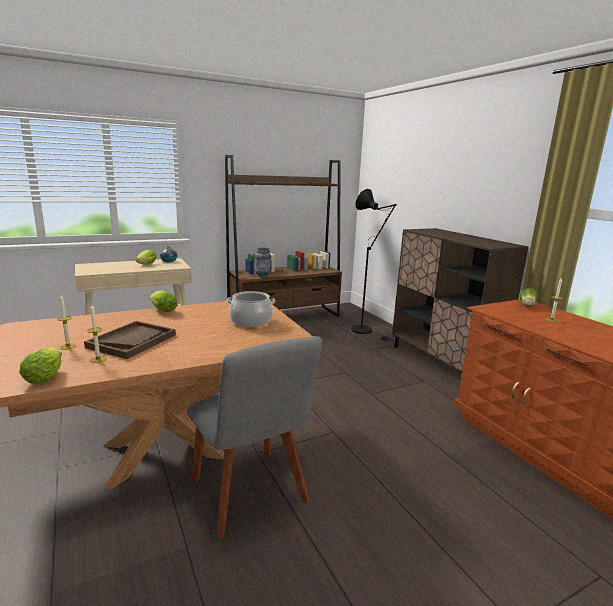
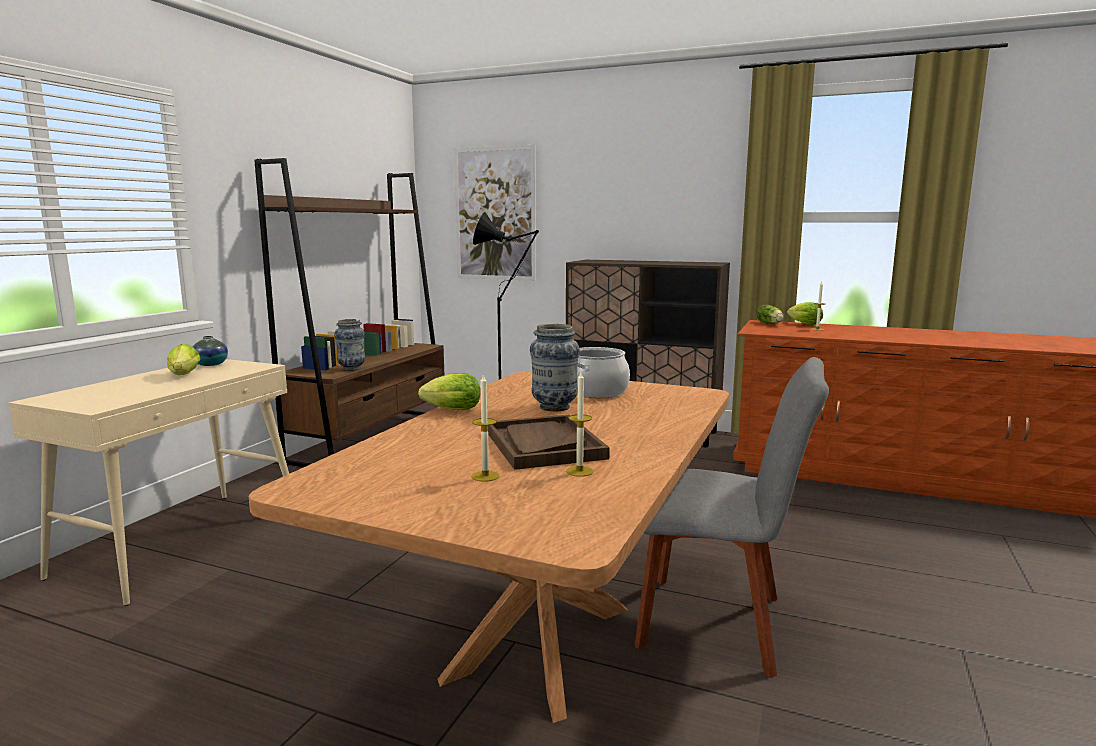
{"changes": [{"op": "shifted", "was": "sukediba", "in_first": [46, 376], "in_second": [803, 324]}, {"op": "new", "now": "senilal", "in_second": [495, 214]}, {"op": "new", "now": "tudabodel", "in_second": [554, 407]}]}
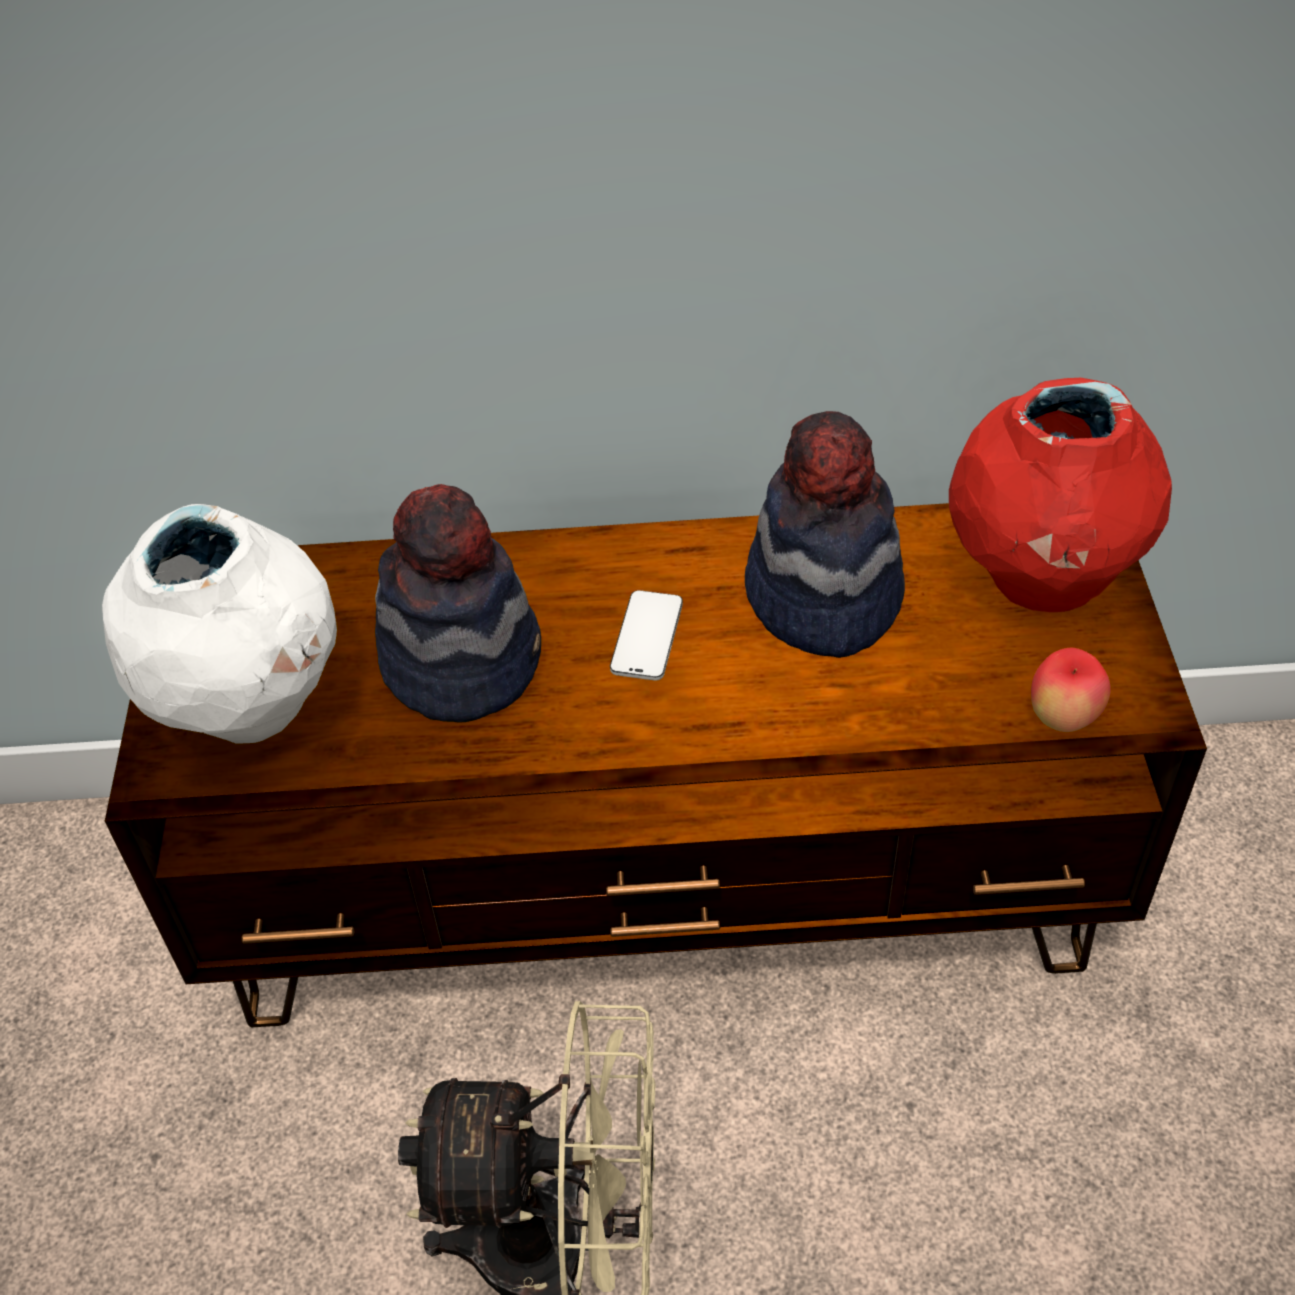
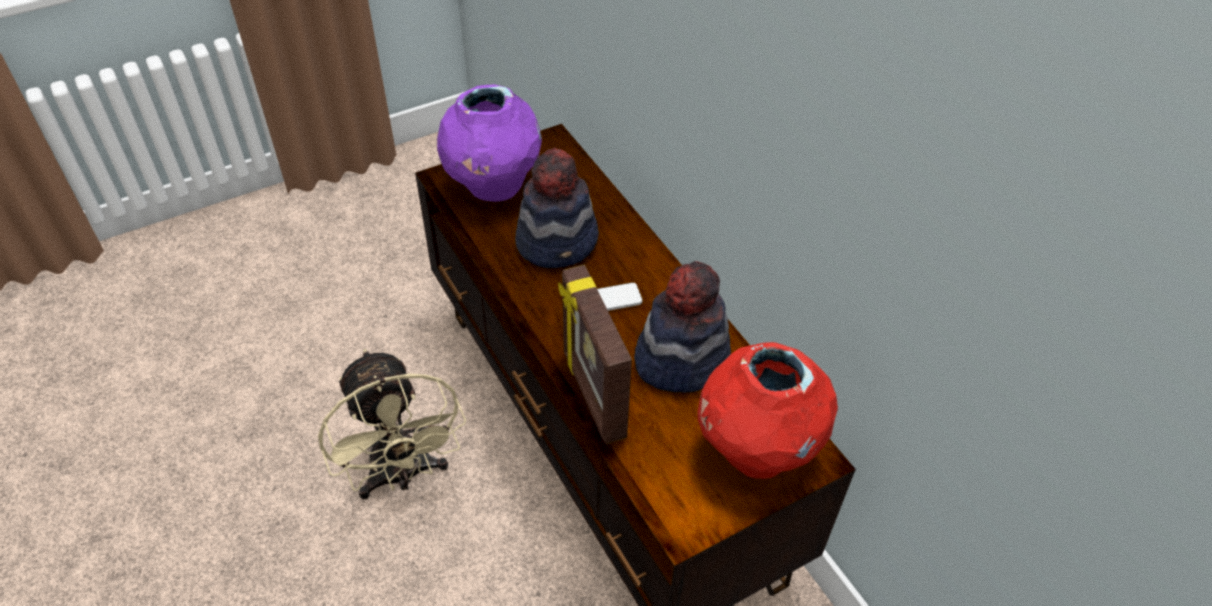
{"changes": [{"op": "repainted", "was": "white_tudabodel", "now": "purple_tudabodel", "in_first": [252, 708], "in_second": [493, 187]}, {"op": "gone", "was": "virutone", "in_first": [1062, 718]}, {"op": "new", "now": "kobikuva", "in_second": [592, 395]}]}
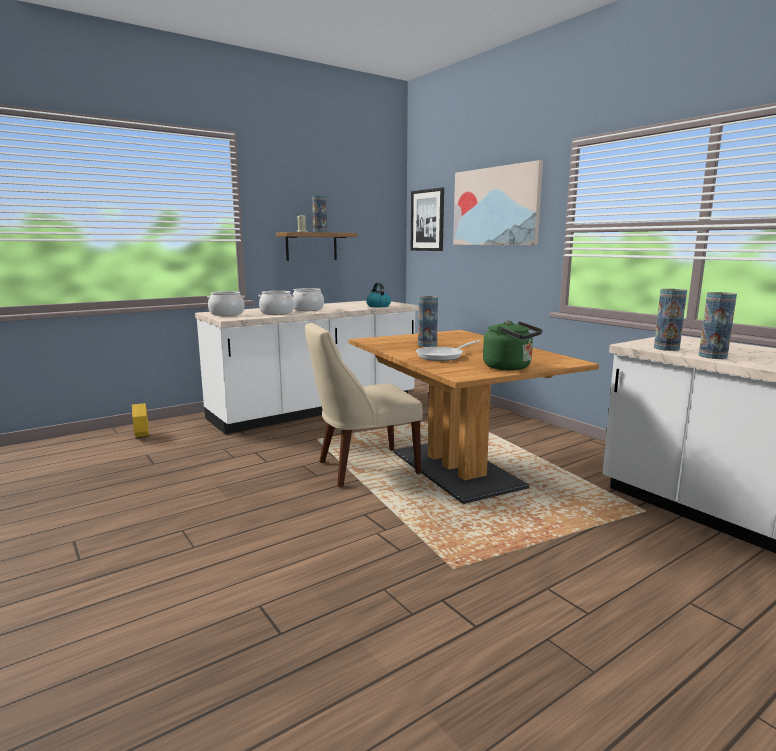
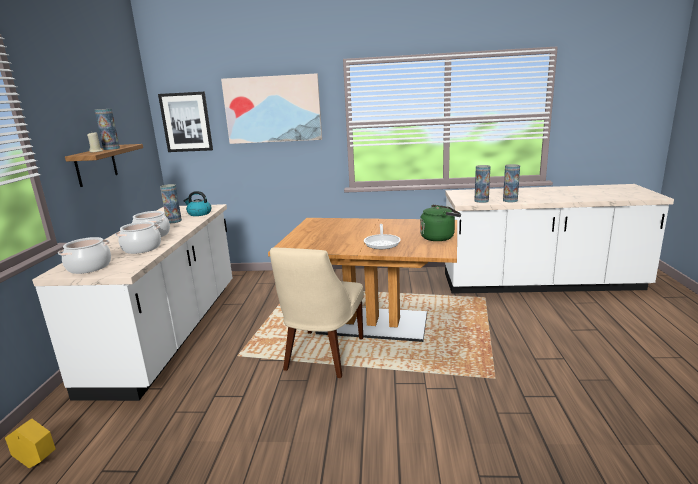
{"changes": [{"op": "shifted", "was": "tudabodel", "in_first": [427, 345], "in_second": [174, 221]}]}
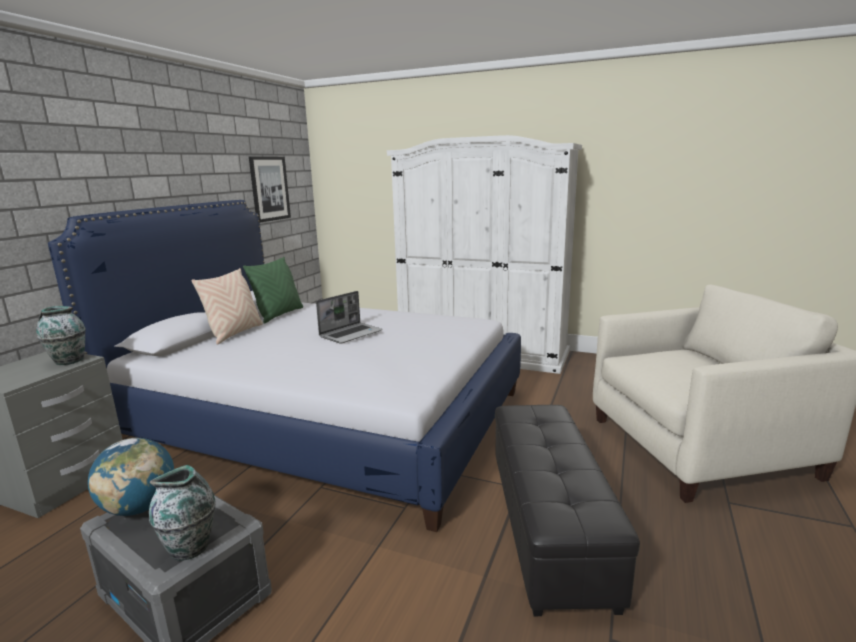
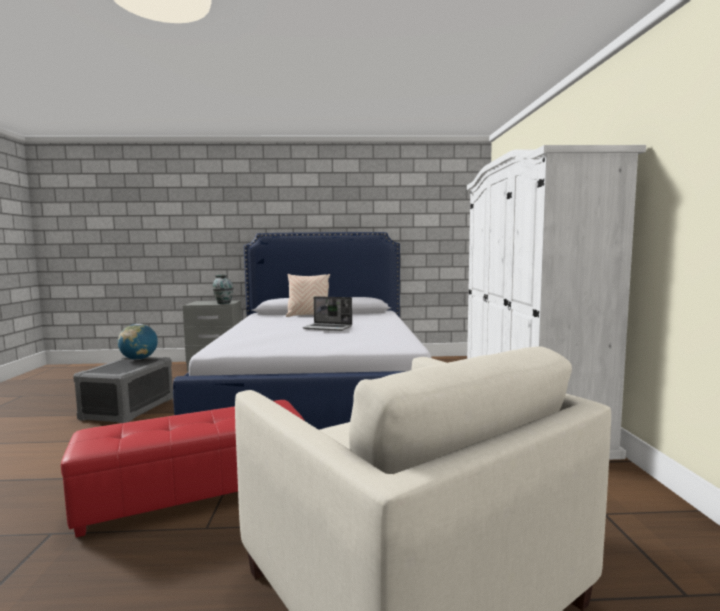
{"changes": [{"op": "gone", "was": "tudabodel", "in_first": [191, 547]}, {"op": "gone", "was": "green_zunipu", "in_first": [279, 315]}, {"op": "gone", "was": "senilal", "in_first": [269, 188]}, {"op": "repainted", "was": "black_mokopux", "now": "red_mokopux", "in_first": [546, 524], "in_second": [197, 491]}]}
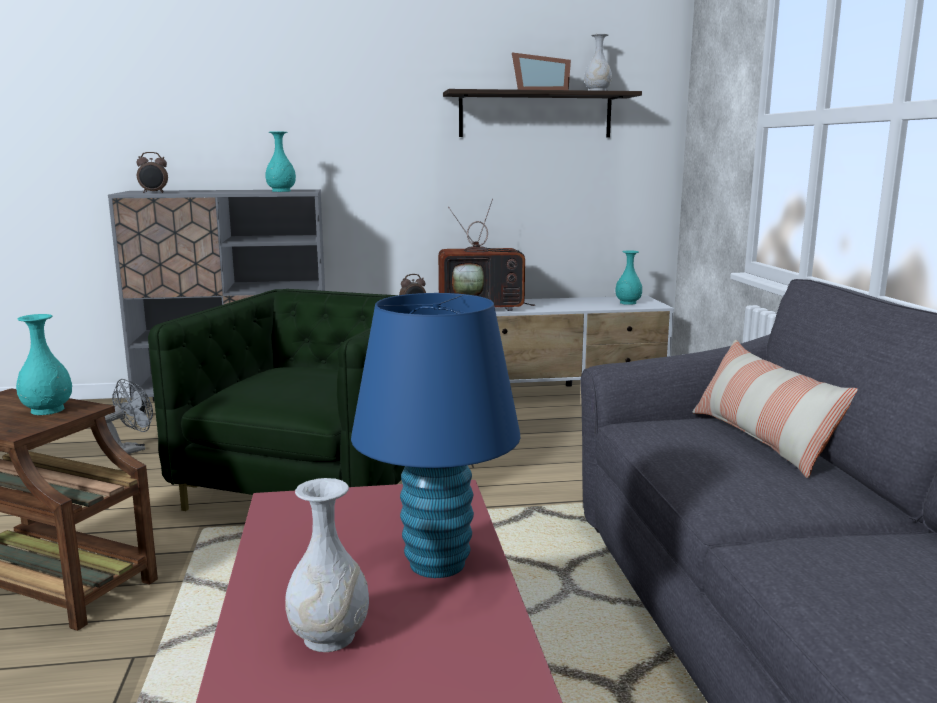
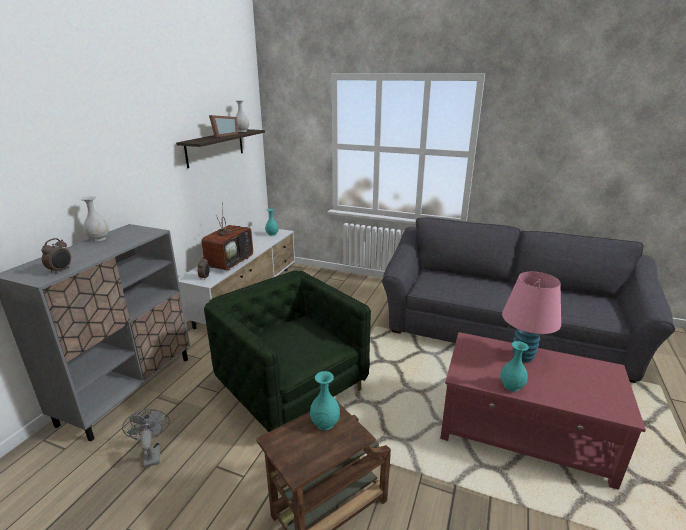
{"changes": [{"op": "shifted", "was": "turquoise_tudabodel", "in_first": [281, 191], "in_second": [511, 386]}, {"op": "shifted", "was": "white_tudabodel", "in_first": [330, 637], "in_second": [99, 239]}, {"op": "repainted", "was": "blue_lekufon", "now": "pink_lekufon", "in_first": [438, 563], "in_second": [522, 356]}, {"op": "gone", "was": "zunipu", "in_first": [761, 440]}]}
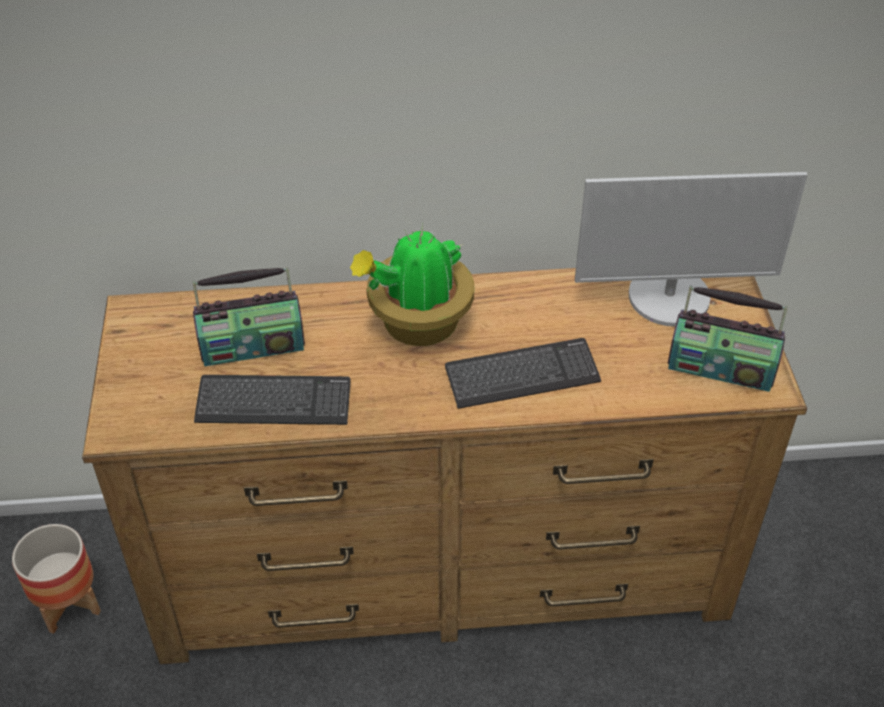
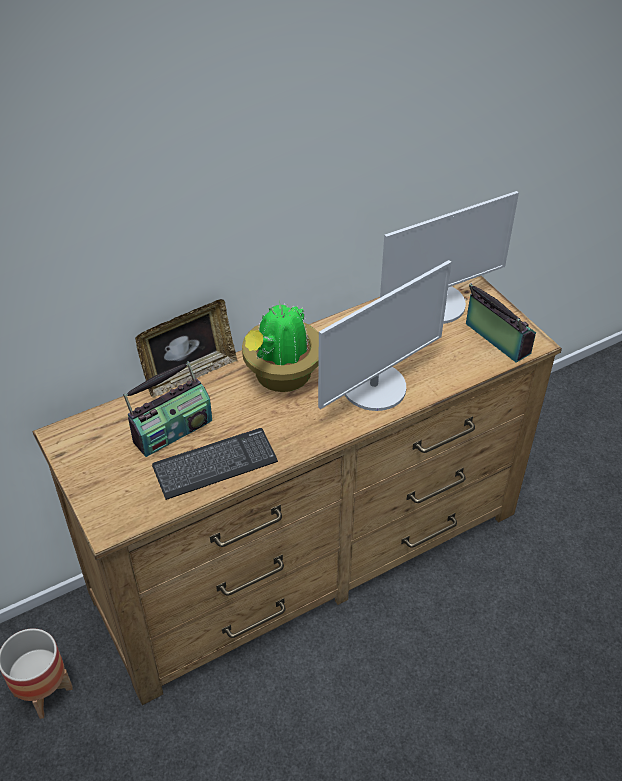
{"changes": [{"op": "swapped", "was": "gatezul", "now": "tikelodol", "in_first": [522, 376], "in_second": [375, 387]}, {"op": "rotated", "was": "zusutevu", "in_first": [721, 367], "in_second": [496, 339], "clockwise": -120}, {"op": "new", "now": "kobikuva", "in_second": [189, 374]}]}
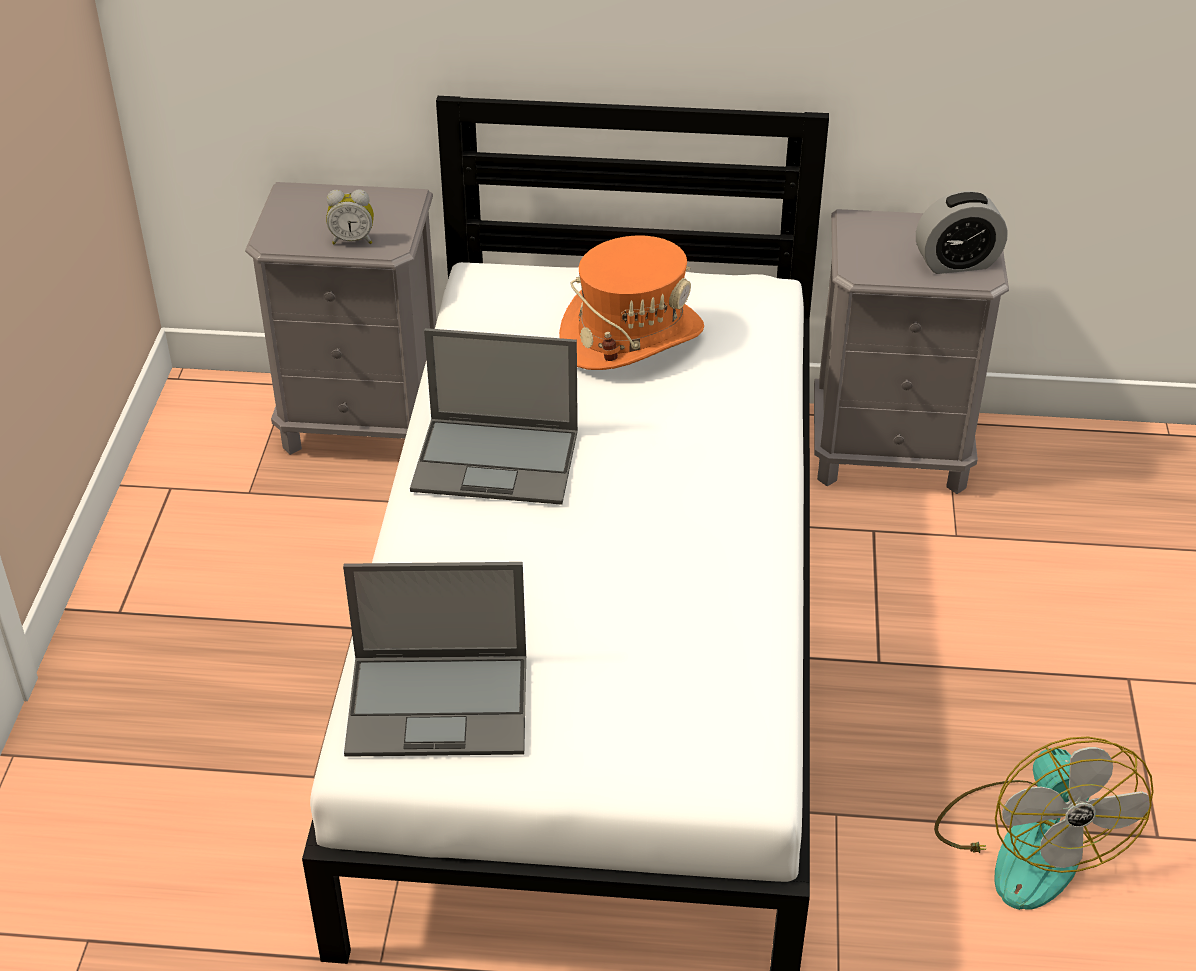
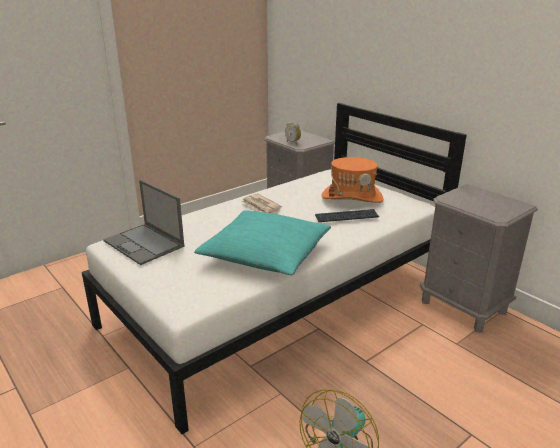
{"changes": [{"op": "swapped", "was": "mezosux", "now": "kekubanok", "in_first": [498, 460], "in_second": [261, 206]}, {"op": "gone", "was": "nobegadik", "in_first": [956, 263]}, {"op": "new", "now": "turquoise_zunipu", "in_second": [265, 254]}, {"op": "new", "now": "gatezul", "in_second": [347, 217]}]}
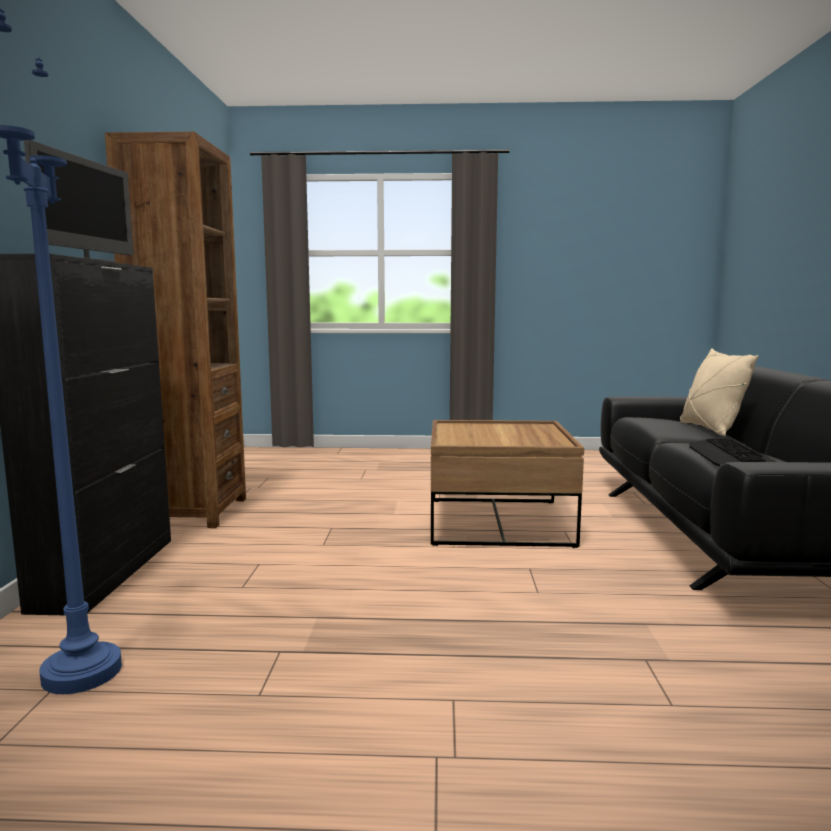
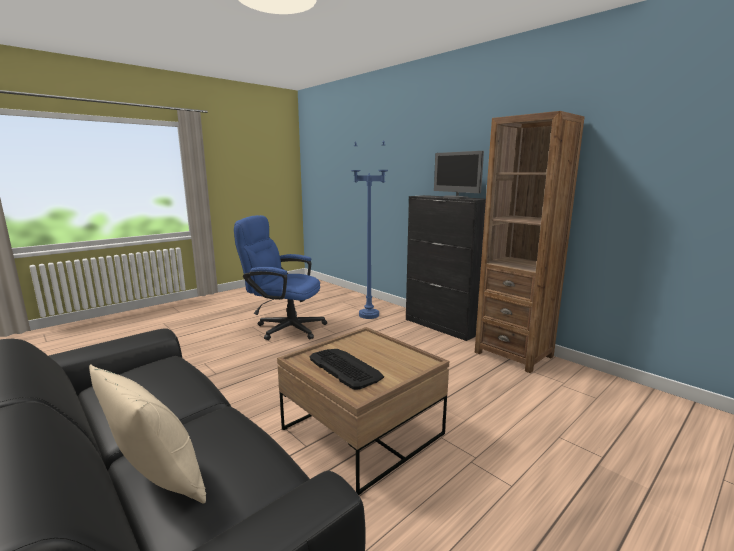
{"changes": [{"op": "shifted", "was": "gatezul", "in_first": [729, 456], "in_second": [345, 368]}, {"op": "new", "now": "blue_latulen", "in_second": [284, 327]}]}
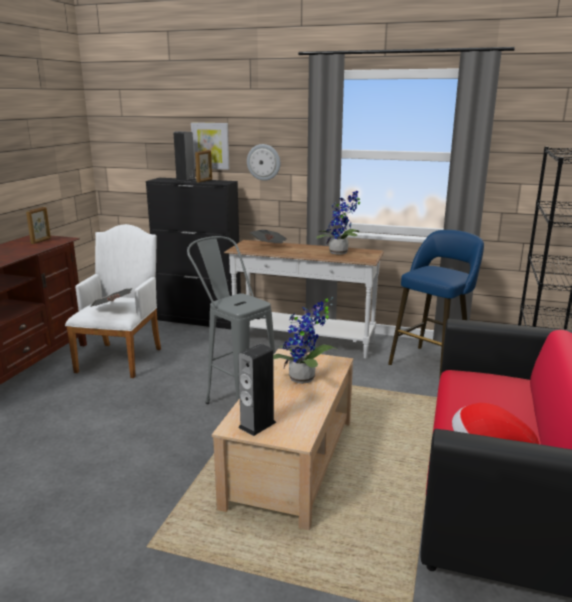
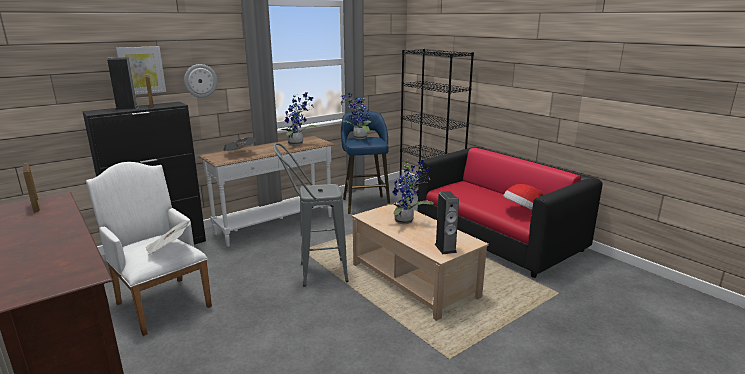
{"changes": [{"op": "new", "now": "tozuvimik", "in_second": [358, 138]}]}
